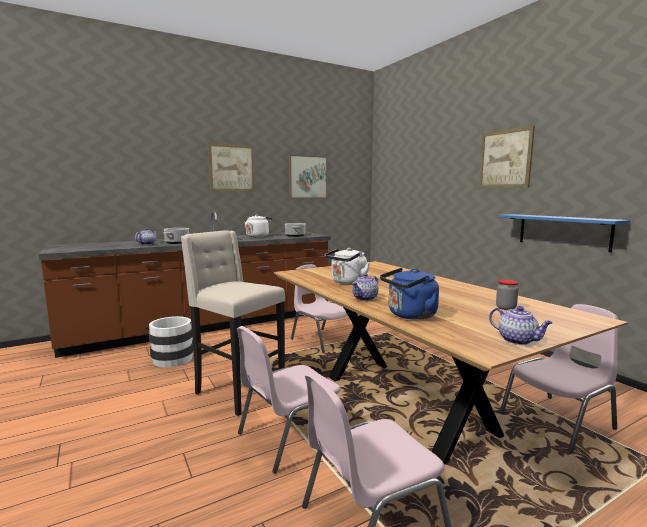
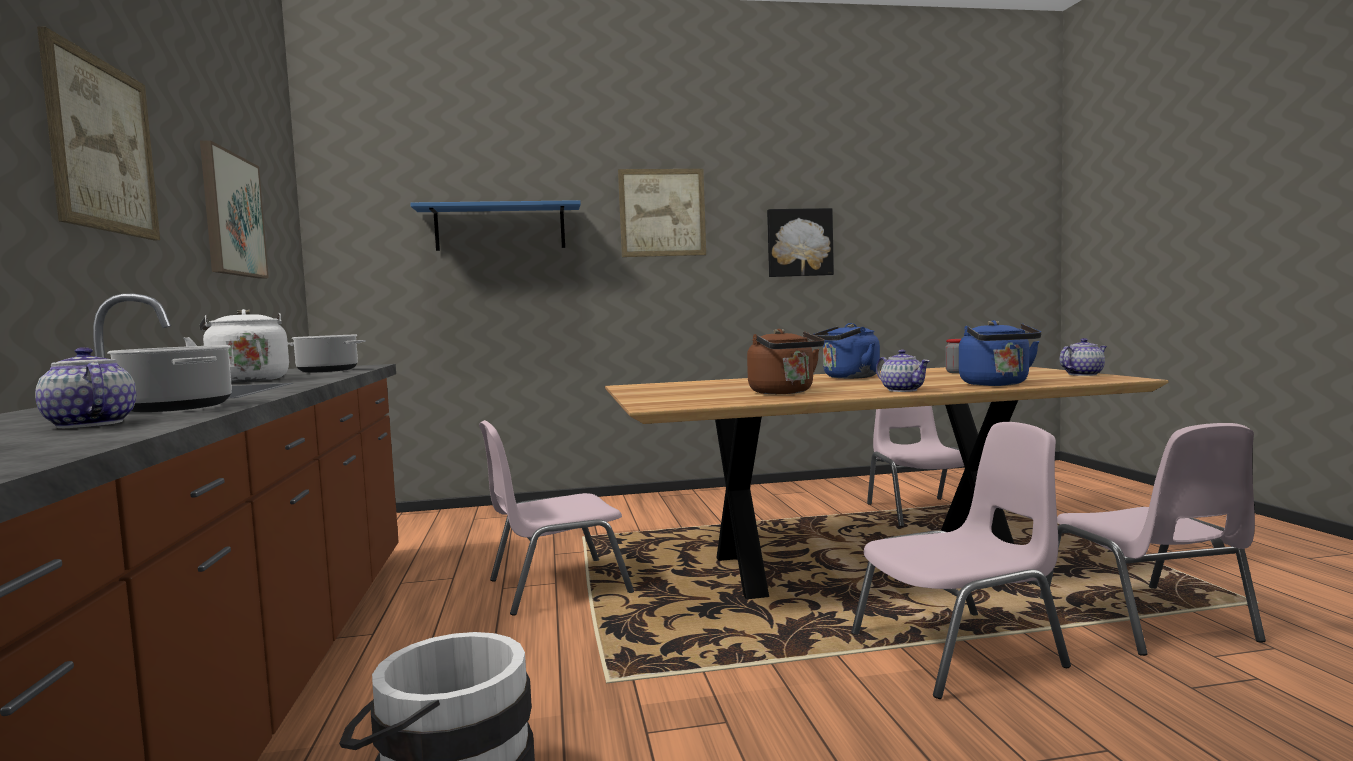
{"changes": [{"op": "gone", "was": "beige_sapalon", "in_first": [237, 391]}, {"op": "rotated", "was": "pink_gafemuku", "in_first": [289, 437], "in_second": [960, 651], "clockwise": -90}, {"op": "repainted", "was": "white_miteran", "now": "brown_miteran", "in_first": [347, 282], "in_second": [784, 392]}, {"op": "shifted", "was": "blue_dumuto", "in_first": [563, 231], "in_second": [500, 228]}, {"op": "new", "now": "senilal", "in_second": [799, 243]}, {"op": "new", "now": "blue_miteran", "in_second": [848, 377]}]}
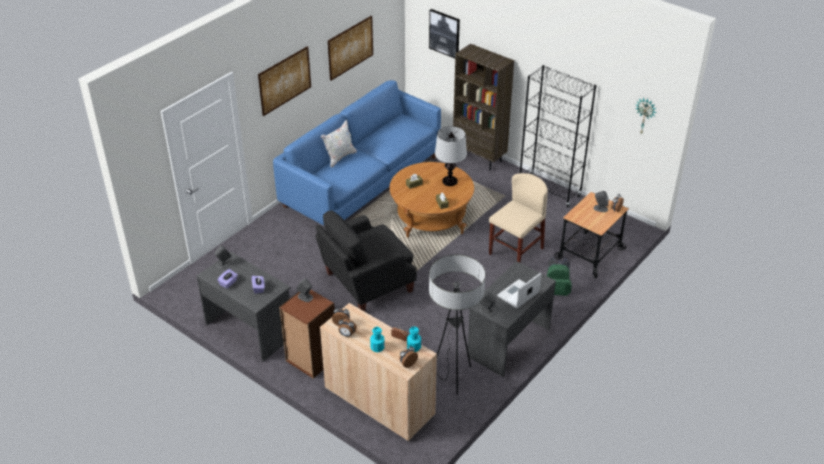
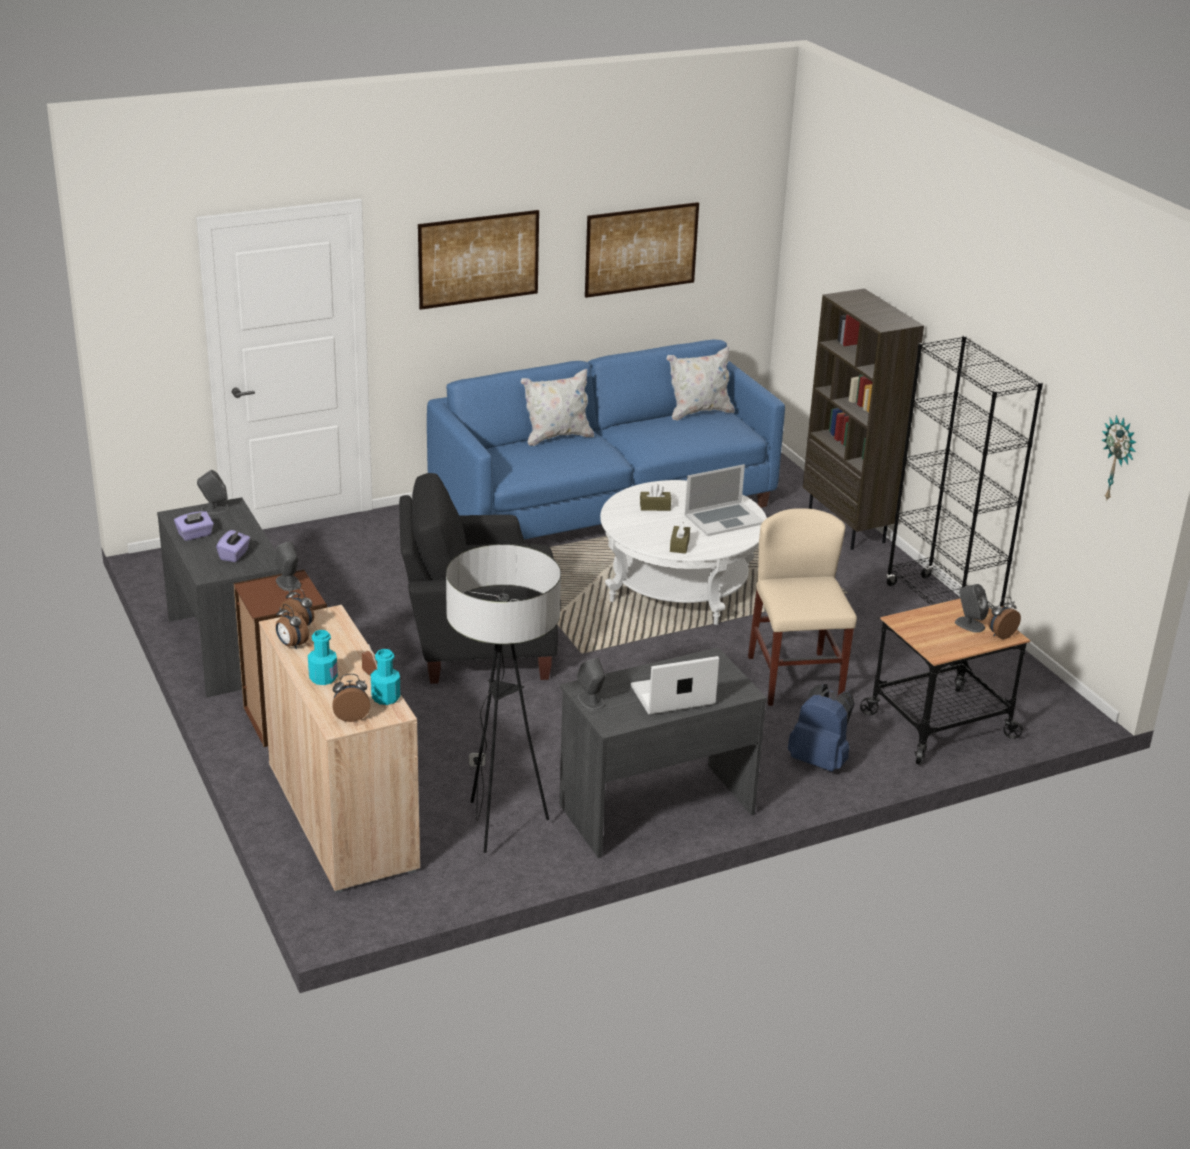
{"changes": [{"op": "repainted", "was": "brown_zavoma", "now": "white_zavoma", "in_first": [431, 218], "in_second": [679, 587]}, {"op": "gone", "was": "senilal", "in_first": [444, 33]}, {"op": "swapped", "was": "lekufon", "now": "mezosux", "in_first": [449, 181], "in_second": [724, 519]}, {"op": "rotated", "was": "beige_gafemuku", "in_first": [516, 251], "in_second": [795, 679], "clockwise": -75}, {"op": "repainted", "was": "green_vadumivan", "now": "blue_vadumivan", "in_first": [556, 291], "in_second": [820, 761]}, {"op": "new", "now": "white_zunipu", "in_second": [698, 412]}]}
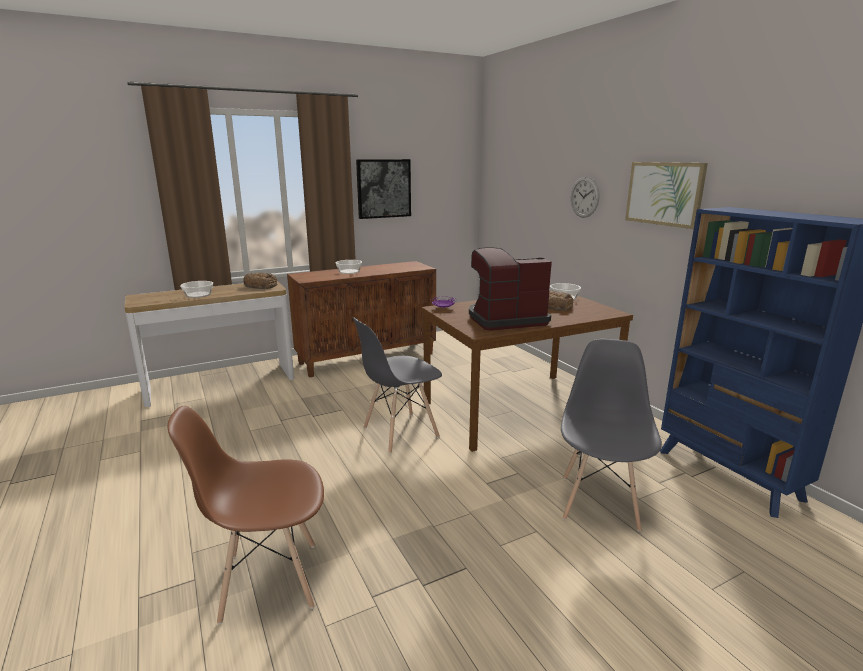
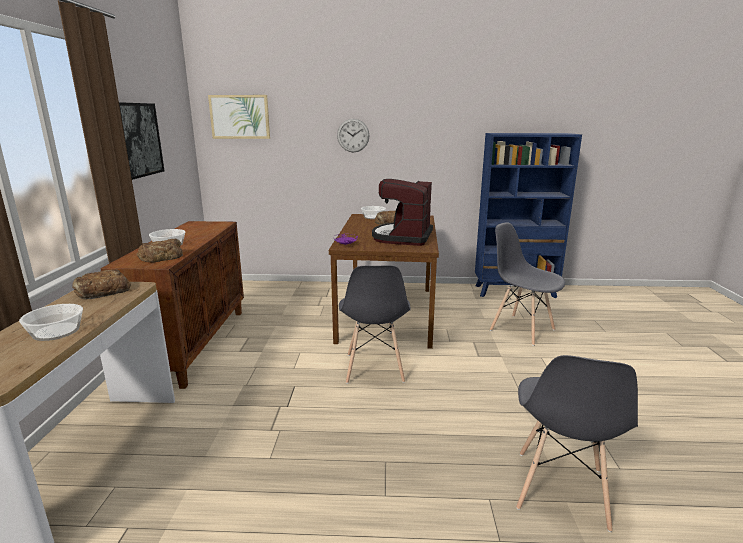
{"changes": [{"op": "repainted", "was": "brown_gafemuku", "now": "grey_gafemuku", "in_first": [269, 580], "in_second": [560, 489]}, {"op": "shifted", "was": "senilal", "in_first": [664, 193], "in_second": [240, 117]}, {"op": "new", "now": "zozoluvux", "in_second": [161, 256]}]}
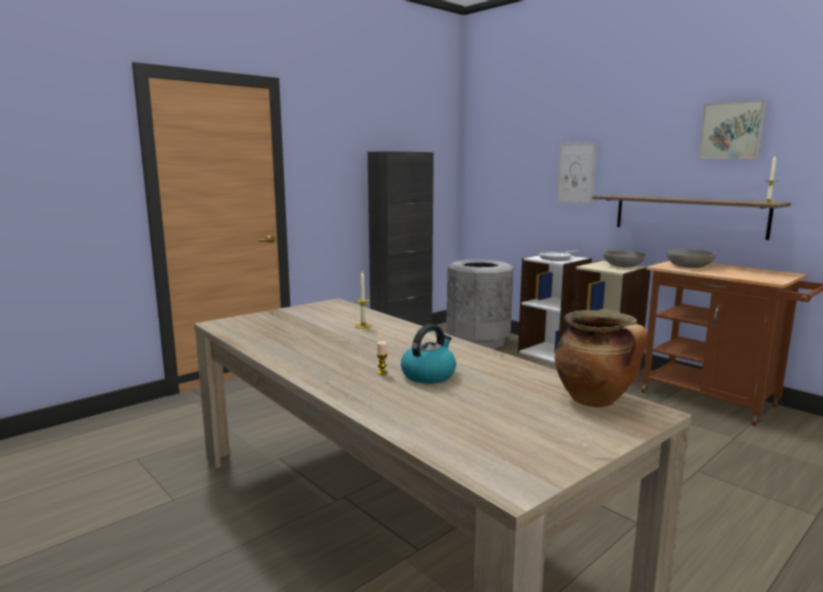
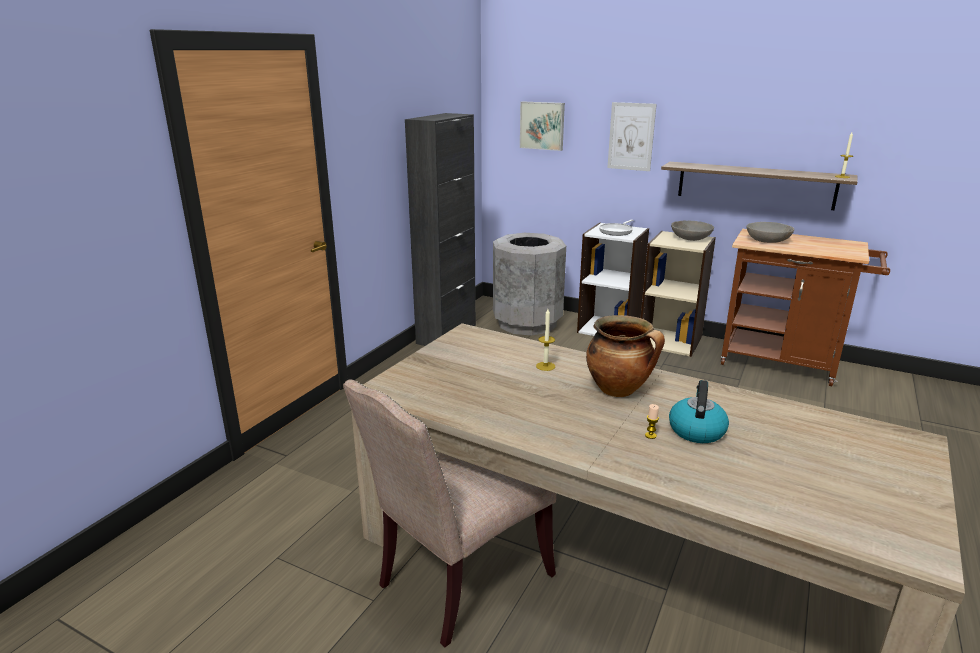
{"changes": [{"op": "shifted", "was": "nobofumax", "in_first": [596, 400], "in_second": [619, 390]}, {"op": "shifted", "was": "senilal", "in_first": [732, 130], "in_second": [542, 125]}, {"op": "new", "now": "beige_gafemuku", "in_second": [458, 581]}]}
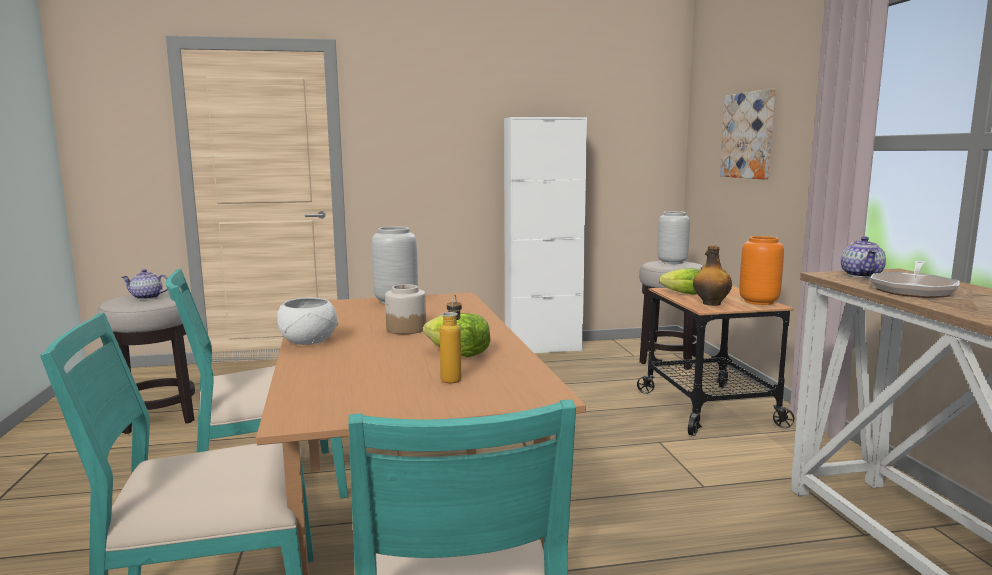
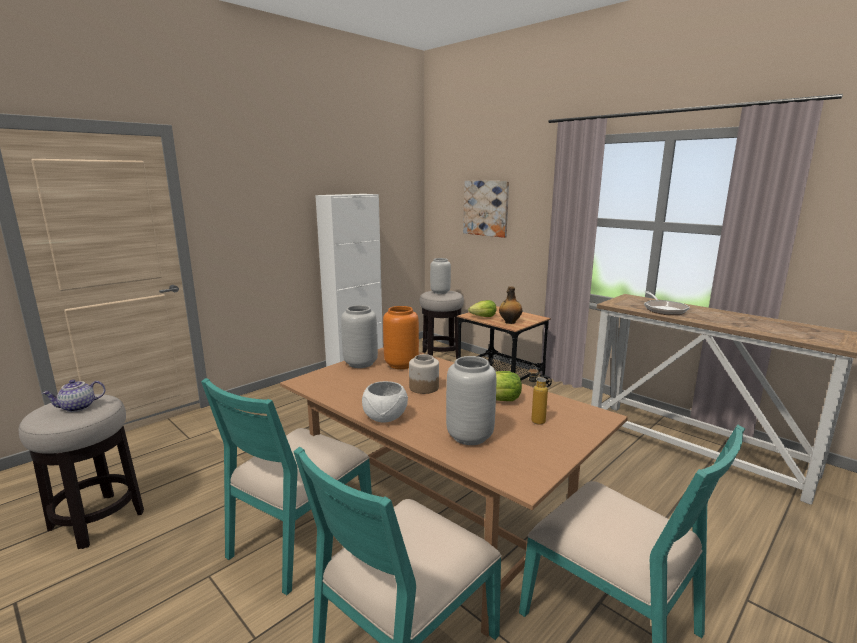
{"changes": [{"op": "shifted", "was": "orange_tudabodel", "in_first": [758, 301], "in_second": [400, 364]}, {"op": "gone", "was": "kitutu", "in_first": [862, 275]}, {"op": "new", "now": "grey_tudabodel", "in_second": [469, 436]}]}
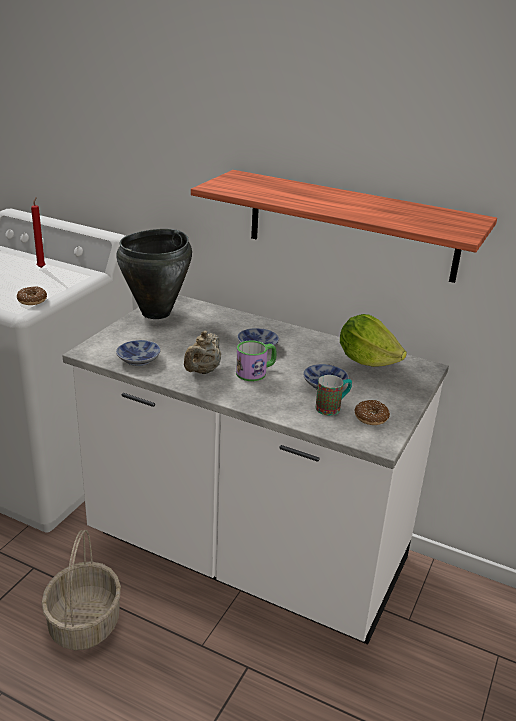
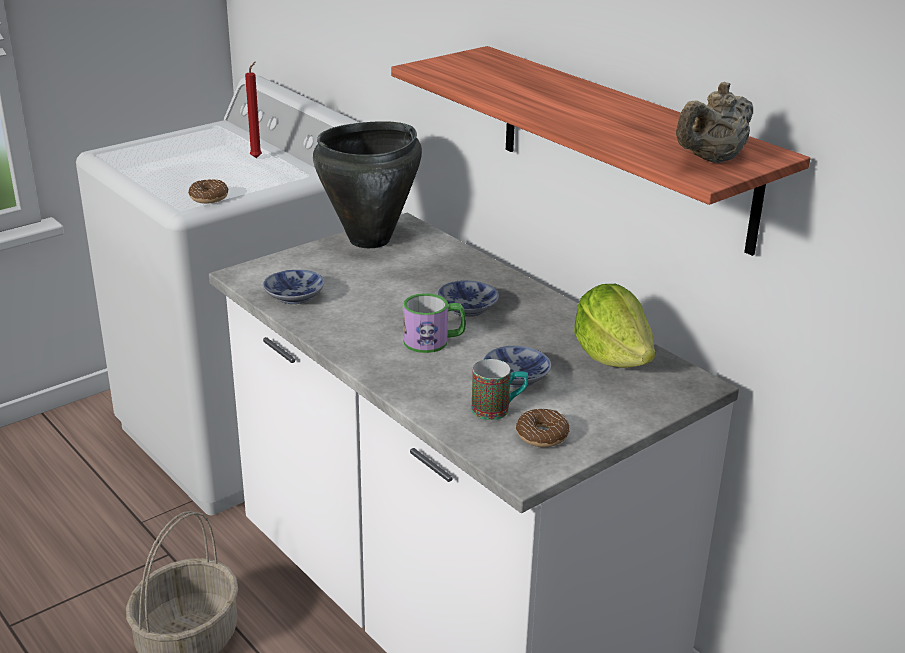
{"changes": [{"op": "shifted", "was": "beige_kitutu", "in_first": [202, 371], "in_second": [711, 159]}]}
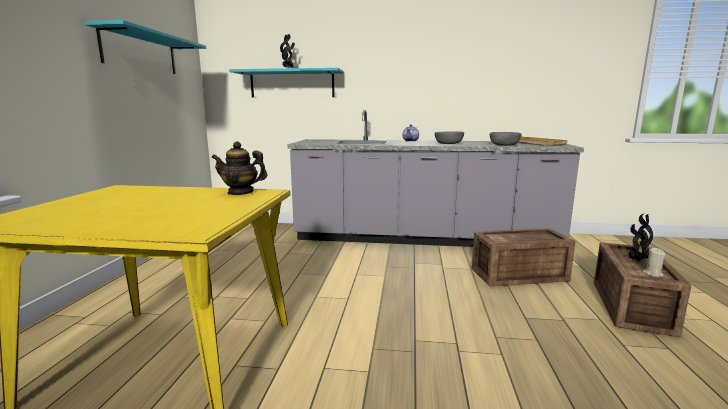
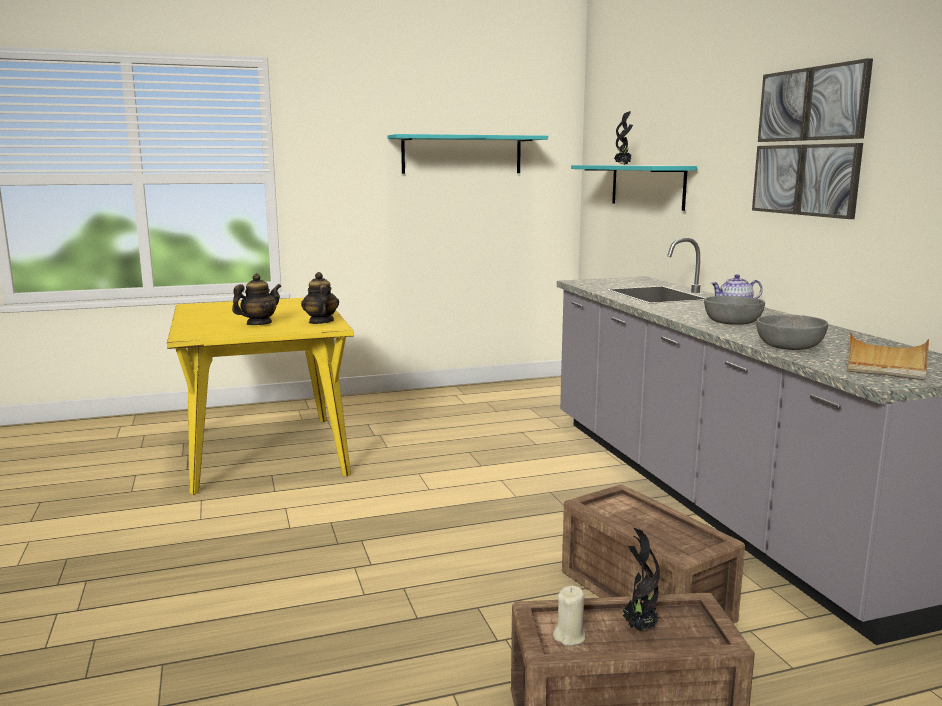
{"changes": [{"op": "new", "now": "kitutu", "in_second": [258, 324]}, {"op": "new", "now": "senilal", "in_second": [808, 142]}]}
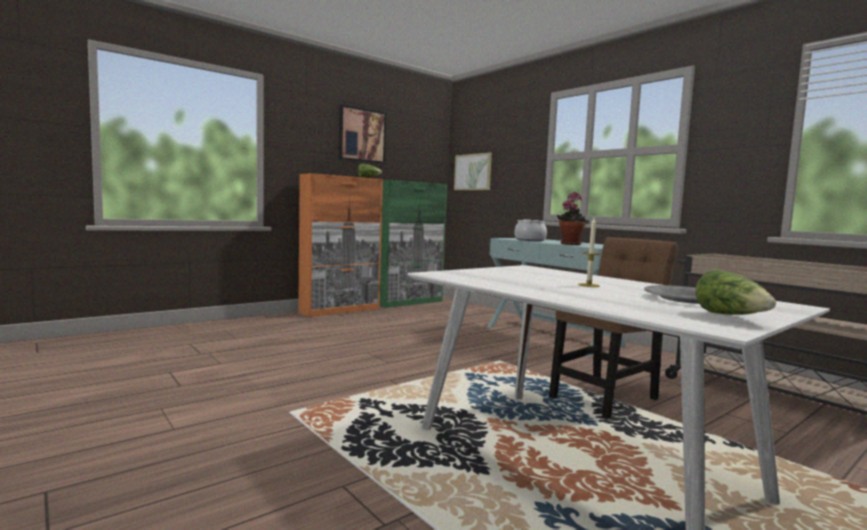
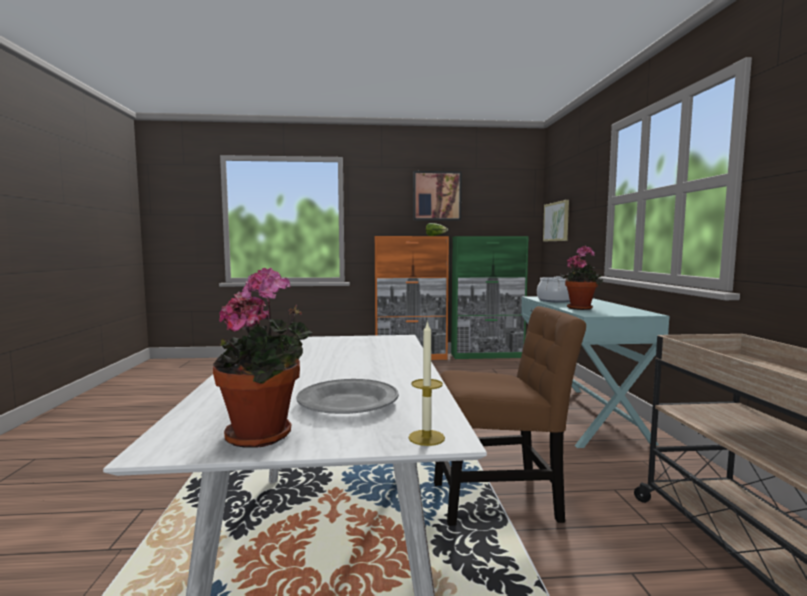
{"changes": [{"op": "shifted", "was": "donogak", "in_first": [589, 285], "in_second": [426, 437]}, {"op": "swapped", "was": "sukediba", "now": "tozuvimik", "in_first": [731, 316], "in_second": [265, 434]}]}
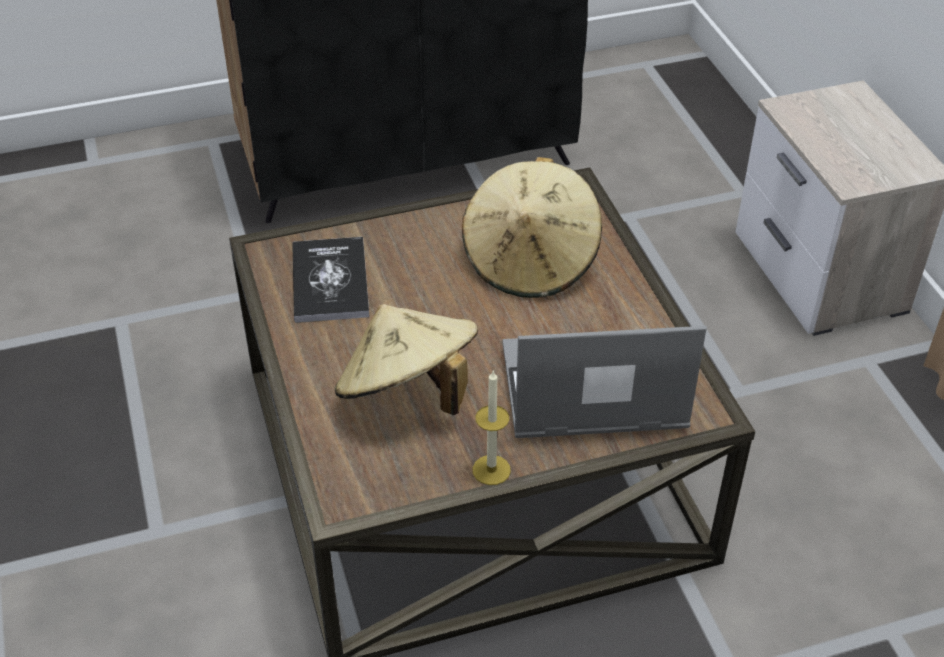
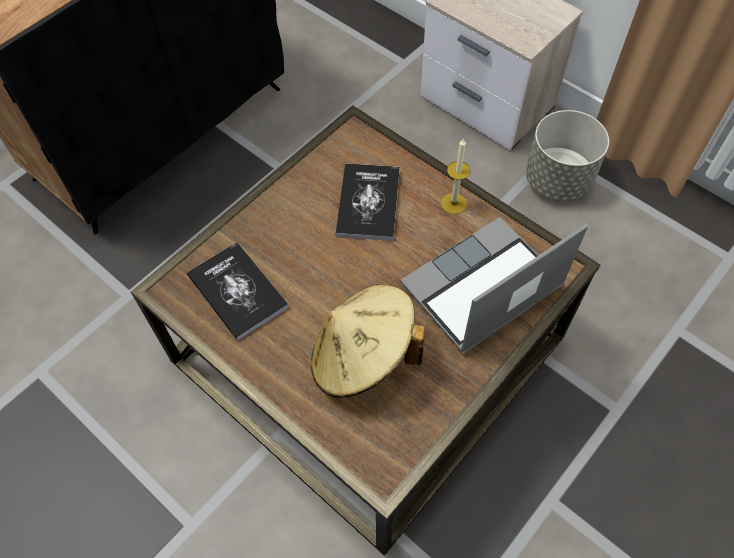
{"changes": [{"op": "swapped", "was": "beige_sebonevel", "now": "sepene", "in_first": [531, 261], "in_second": [368, 203]}, {"op": "shifted", "was": "donogak", "in_first": [491, 470], "in_second": [453, 203]}, {"op": "new", "now": "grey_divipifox", "in_second": [558, 181]}]}
